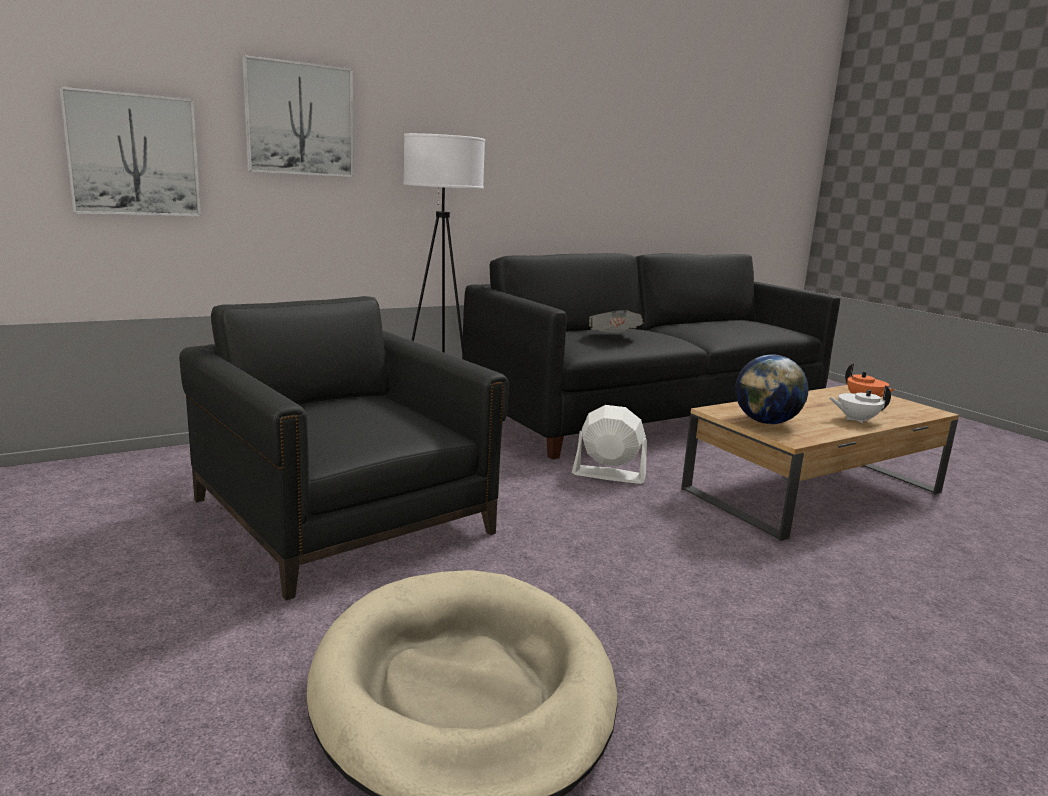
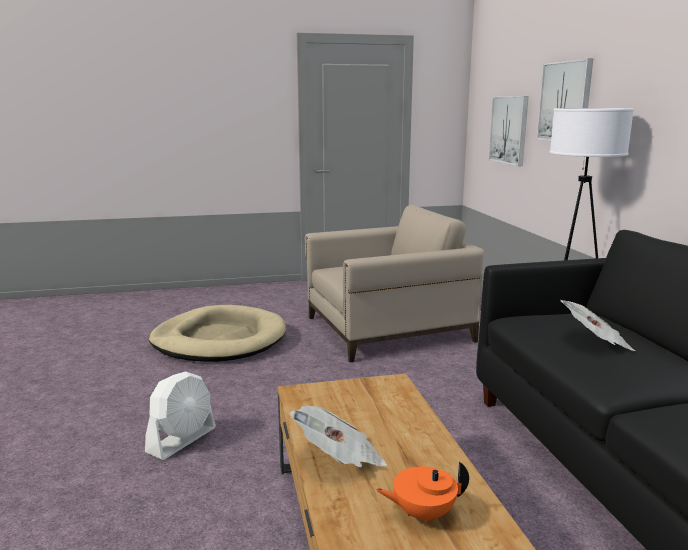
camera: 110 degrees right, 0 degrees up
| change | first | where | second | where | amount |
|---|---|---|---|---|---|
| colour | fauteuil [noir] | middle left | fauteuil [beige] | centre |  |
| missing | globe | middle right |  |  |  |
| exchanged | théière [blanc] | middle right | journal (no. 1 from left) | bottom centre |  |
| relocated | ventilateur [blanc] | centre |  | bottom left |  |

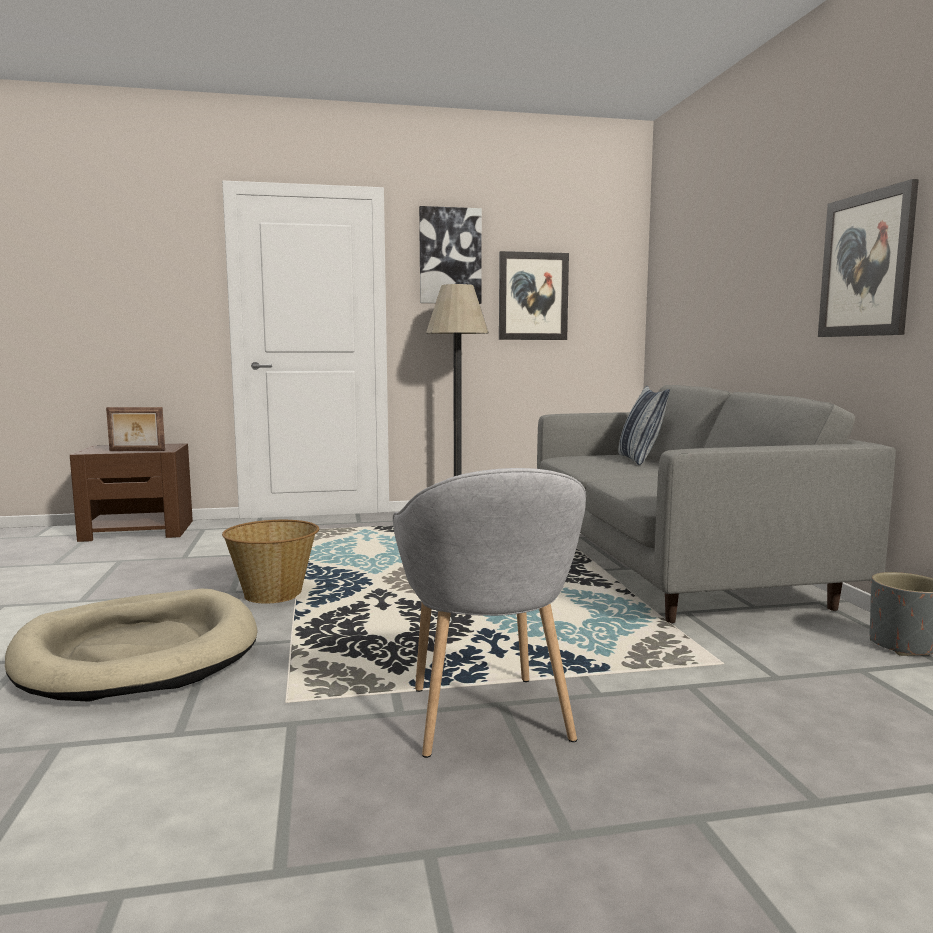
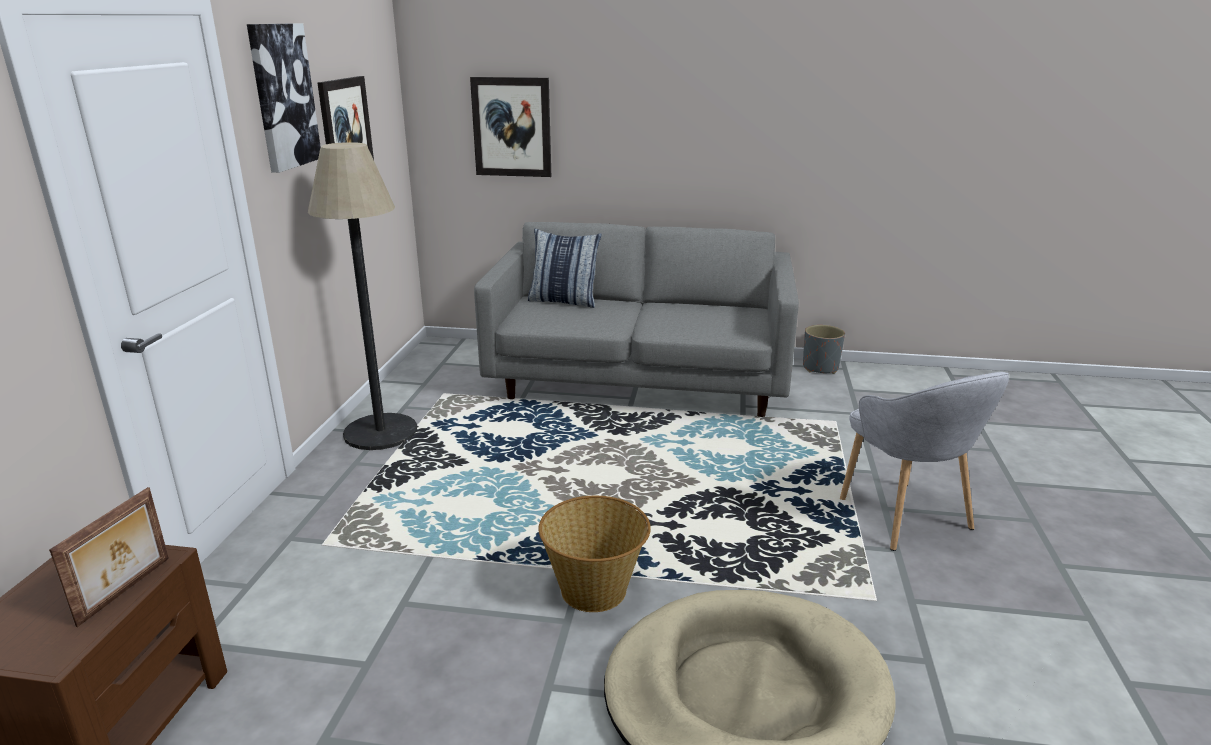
camera: 70 degrees left, 15 degrees up
| change | first | where | second | where | amount |
|---|---|---|---|---|---|
| relocated | tableau (no. 3 from left) | top right |  | top centre |  |
| spun | fauteuil [gris] | centre |  | middle right | 60 degrees clockwise |

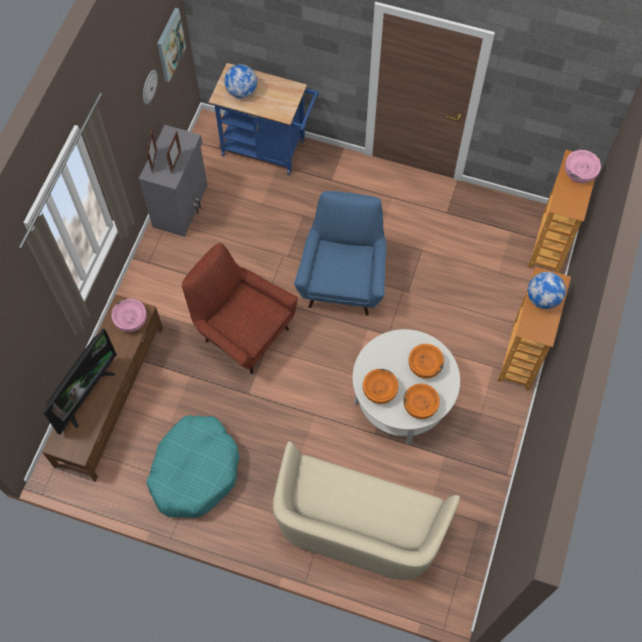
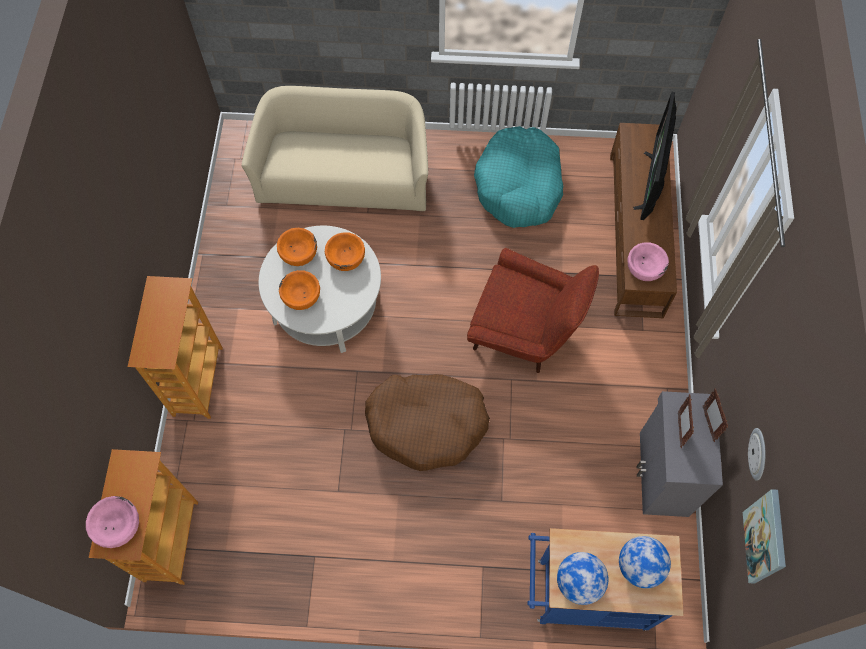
camera: 165 degrees right, 0 degrees up
| change | first | where | second | where | amount |
|---|---|---|---|---|---|
| exchanged | fauteuil [bleu] | centre | panier pour chien [marron] | centre |  |
| relocated | globe (no. 2 from left in the first image) | middle right | globe (no. 1 from left) | bottom right |  |

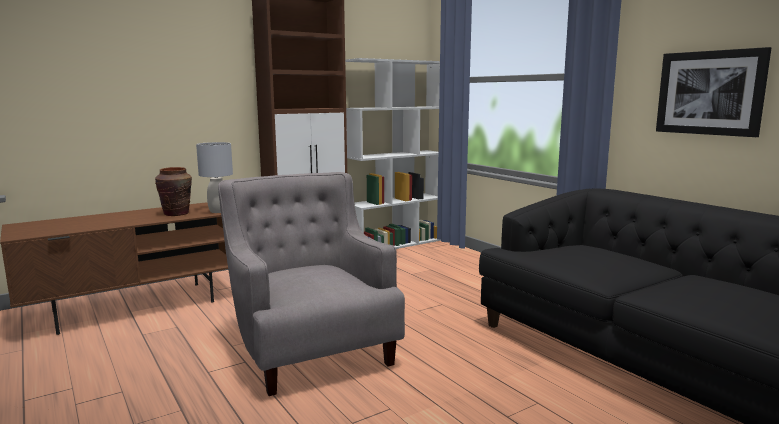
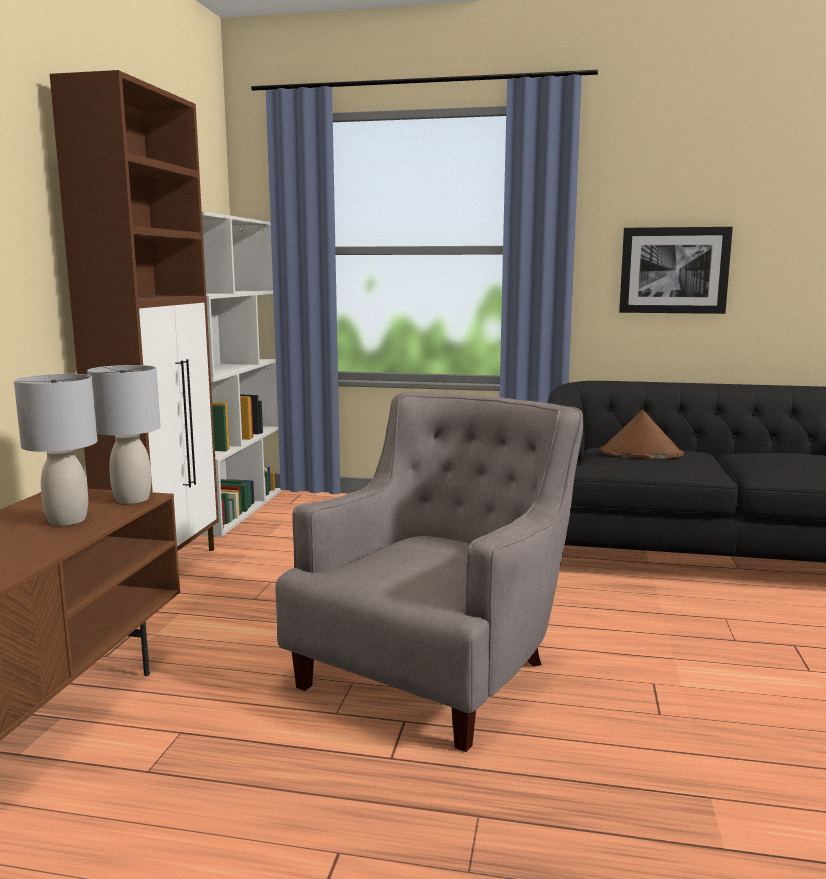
camera: 45 degrees left, 0 degrees up
| change | first | where | second | where | amount |
|---|---|---|---|---|---|
| exchanged | vase [marron] | middle left | lampe de table [gris] (no. 1 from left) | middle left |  |
| spun | fauteuil [gris] | bottom centre |  | centre | 105 degrees clockwise |
| appeared |  |  | chapeau [marron] | middle right |  |

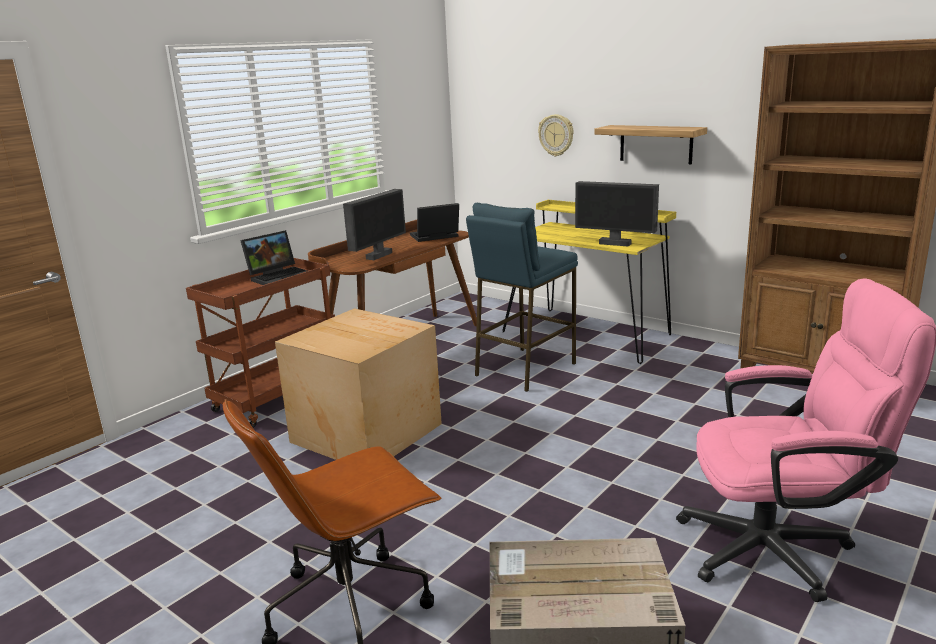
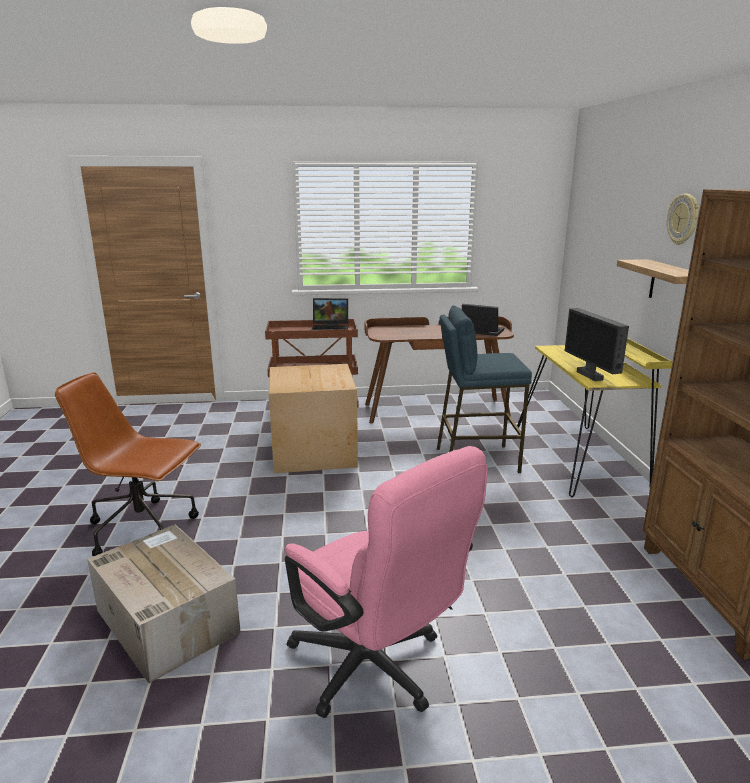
camera: 45 degrees right, 0 degrees up
| change | first | where | second | where | amount |
|---|---|---|---|---|---|
| relocated | horloge murale | top centre |  | top right |  |
| missing | écran d'ordinateur (no. 1 from left) | centre |  |  |  |

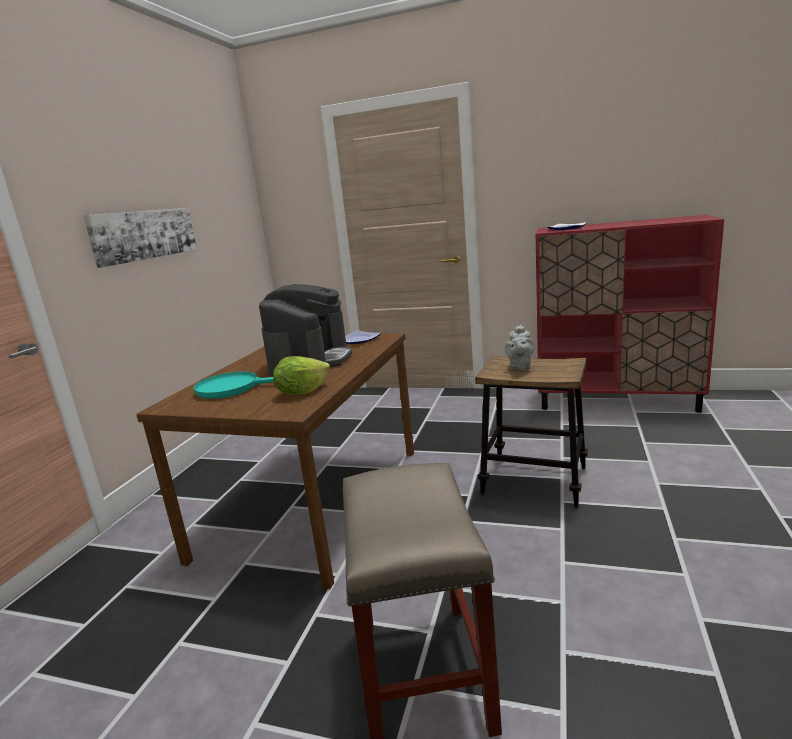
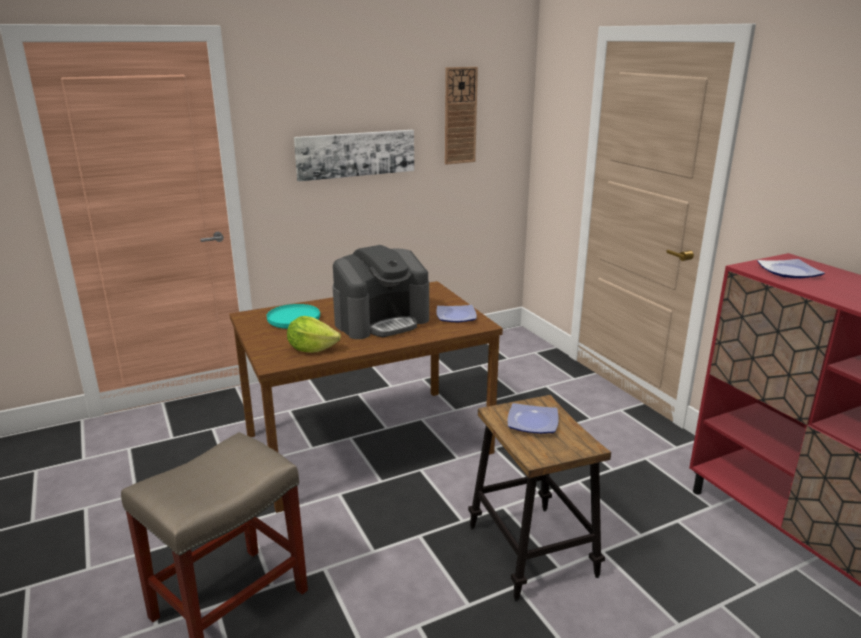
camera: 45 degrees right, 5 degrees up
| change | first | where | second | where | amount |
|---|---|---|---|---|---|
| exchanged | théière [gris] | centre | assiette (no. 2 from left) | centre |  |
| appeared |  |  | horloge murale | top centre |  |

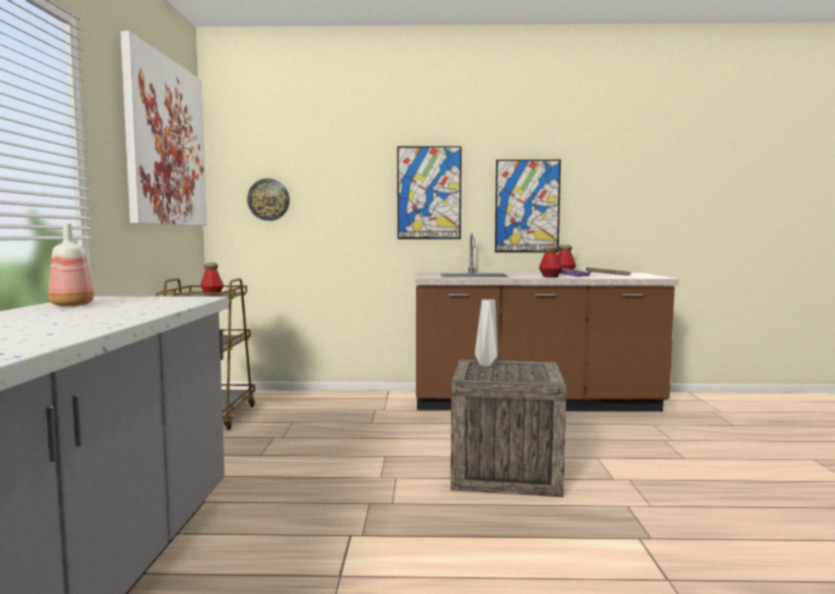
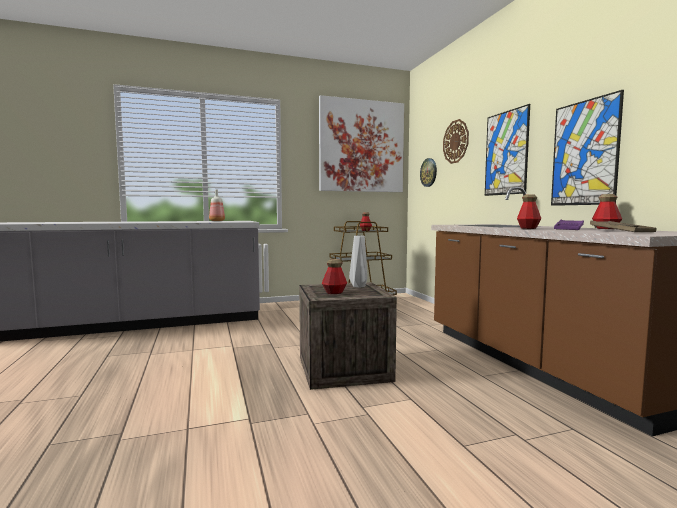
camera: 70 degrees right, 0 degrees up
| change | first | where | second | where | amount |
|---|---|---|---|---|---|
| appeared |  |  | horloge murale (no. 2 from left) | top right |  |
| appeared |  |  | bouteille (no. 2 from left) | centre |  |

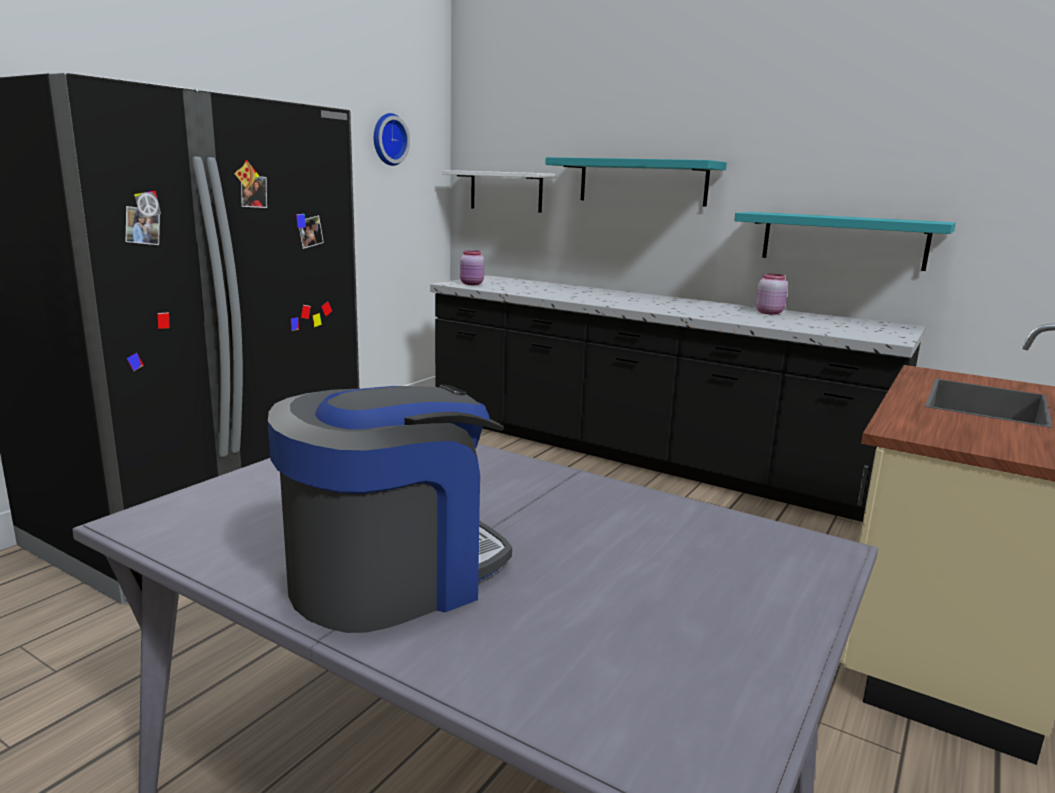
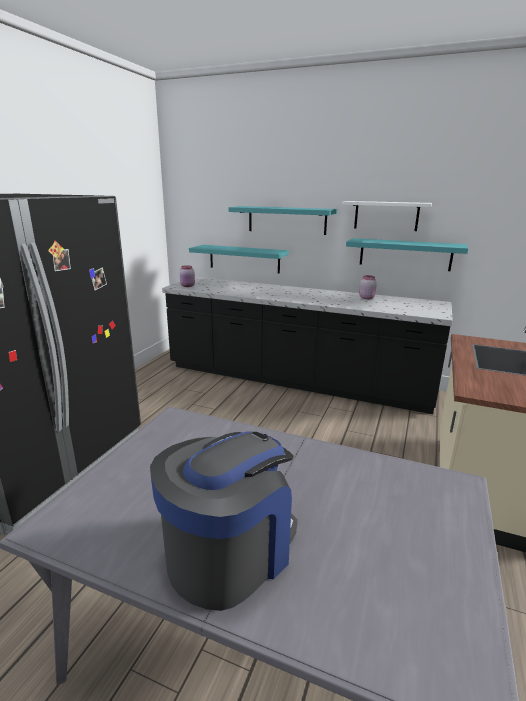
camera: 10 degrees left, 5 degrees up
| change | first | where | second | where | amount |
|---|---|---|---|---|---|
| missing | horloge murale | top centre |  |  |  |
| relocated | étagère [blanc] | top centre |  | top right |  |
| appeared |  |  | étagère [turquoise] (no. 1 from left) | centre |  |

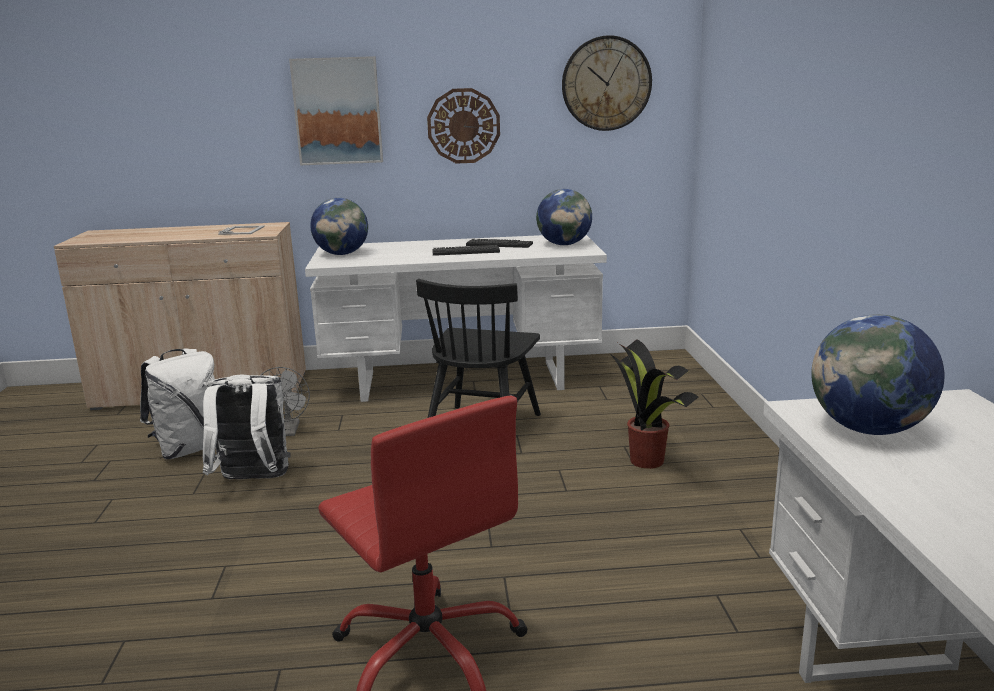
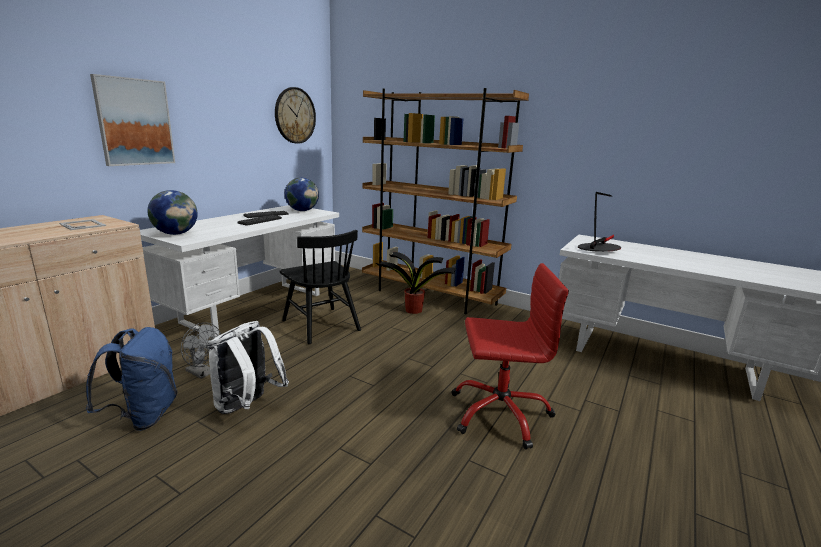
camera: 55 degrees left, 0 degrees up
| change | first | where | second | where | amount |
|---|---|---|---|---|---|
| missing | horloge murale (no. 1 from left) | top centre |  |  |  |
| exchanged | globe (no. 3 from left) | middle right | lampe de table | middle right |  |
| colour | sac à dos [blanc] (no. 1 from left) | middle left | sac à dos [bleu] | bottom left |  |
| appeared |  |  | bibliothèque [marron] | centre |  |

